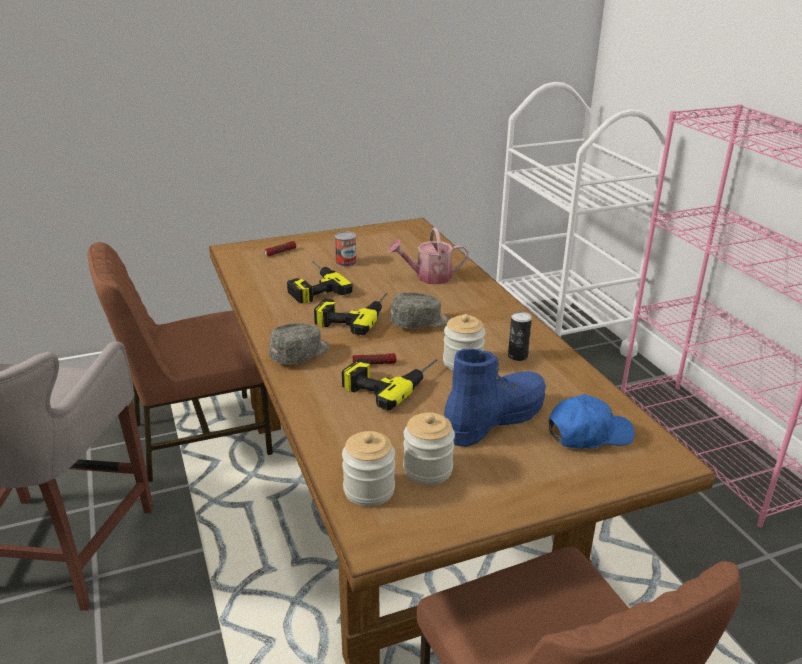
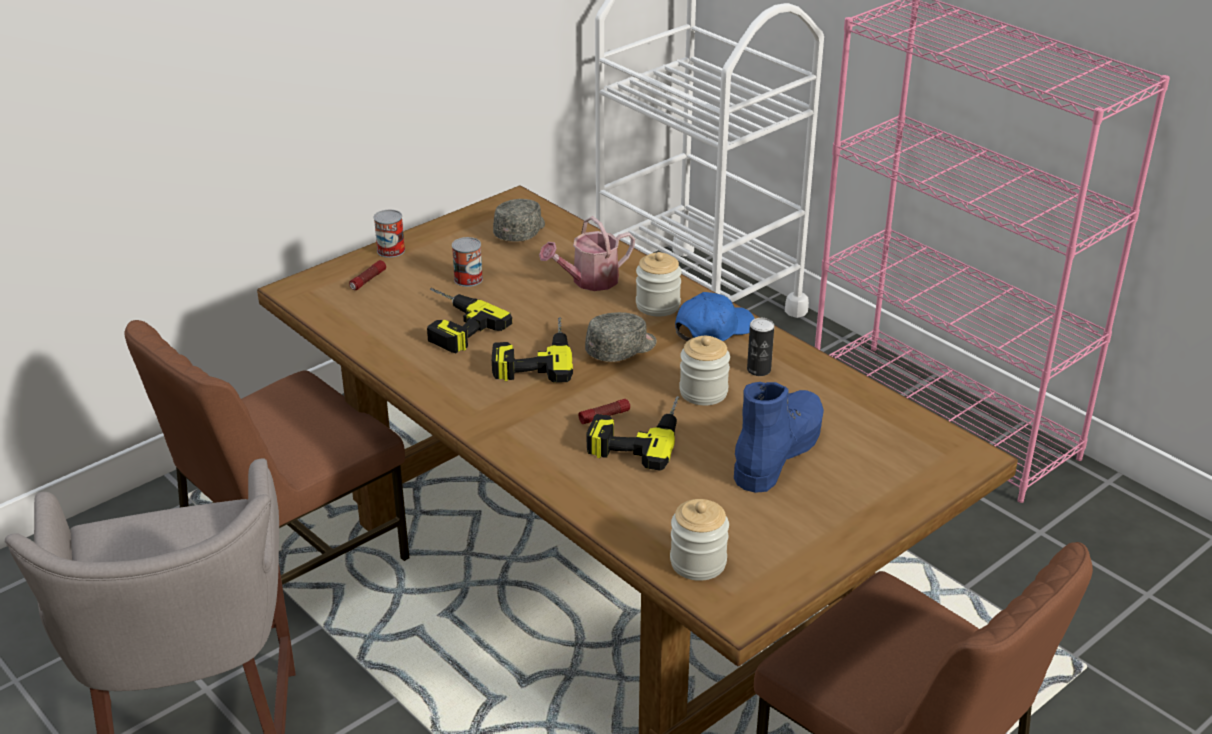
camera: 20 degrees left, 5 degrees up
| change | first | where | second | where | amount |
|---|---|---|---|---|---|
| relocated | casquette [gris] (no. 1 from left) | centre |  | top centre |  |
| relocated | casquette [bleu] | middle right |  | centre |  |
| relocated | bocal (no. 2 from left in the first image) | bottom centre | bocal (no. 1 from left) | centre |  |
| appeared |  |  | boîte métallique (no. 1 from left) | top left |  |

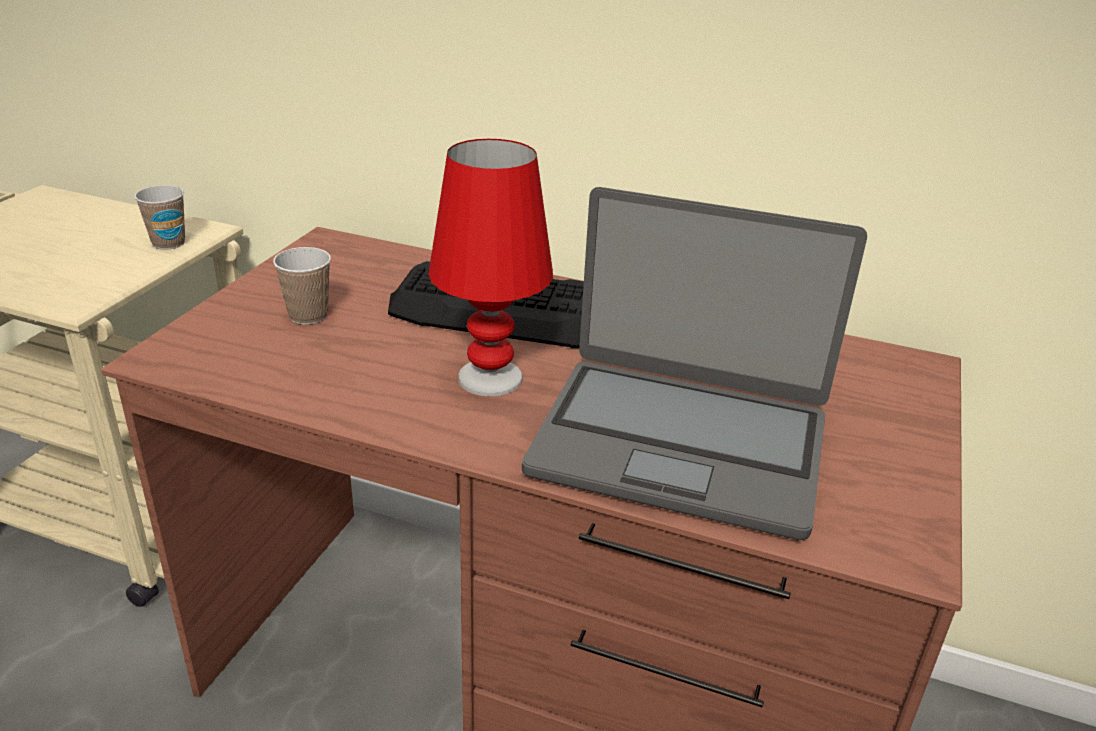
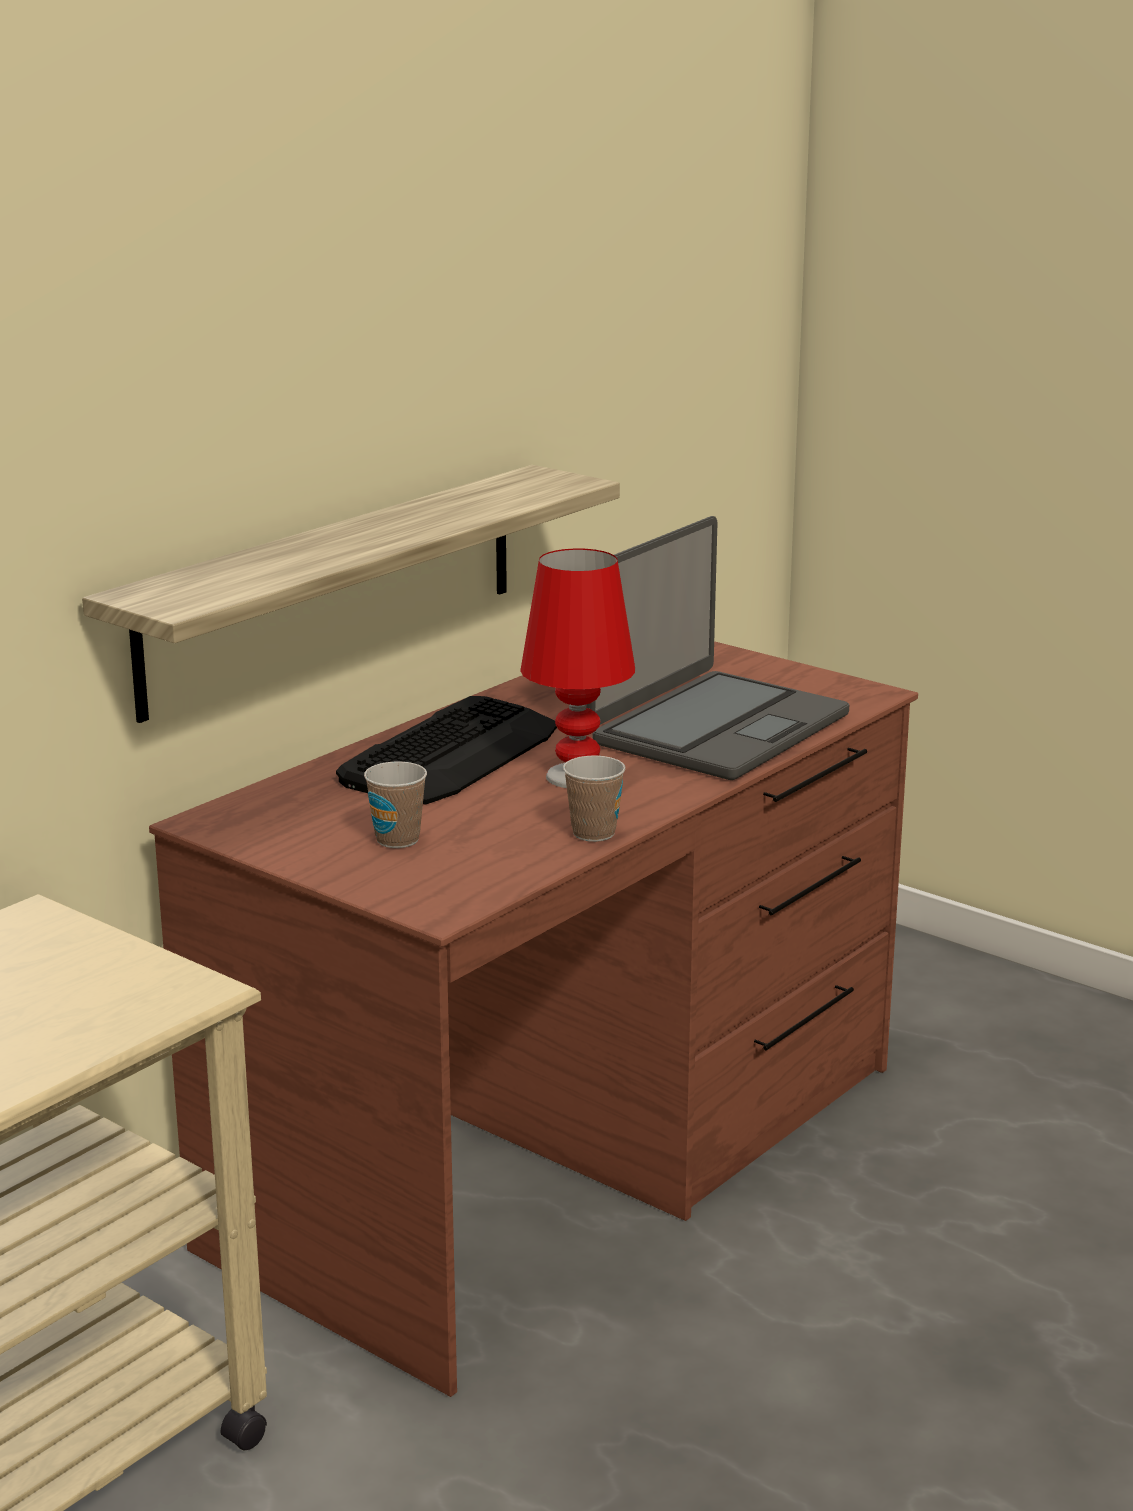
camera: 70 degrees left, 10 degrees down
| change | first | where | second | where | amount |
|---|---|---|---|---|---|
| relocated | tasse (no. 1 from left in the first image) | top left | tasse (no. 2 from left) | centre |  |
| appeared |  |  | étagère | middle left |  |

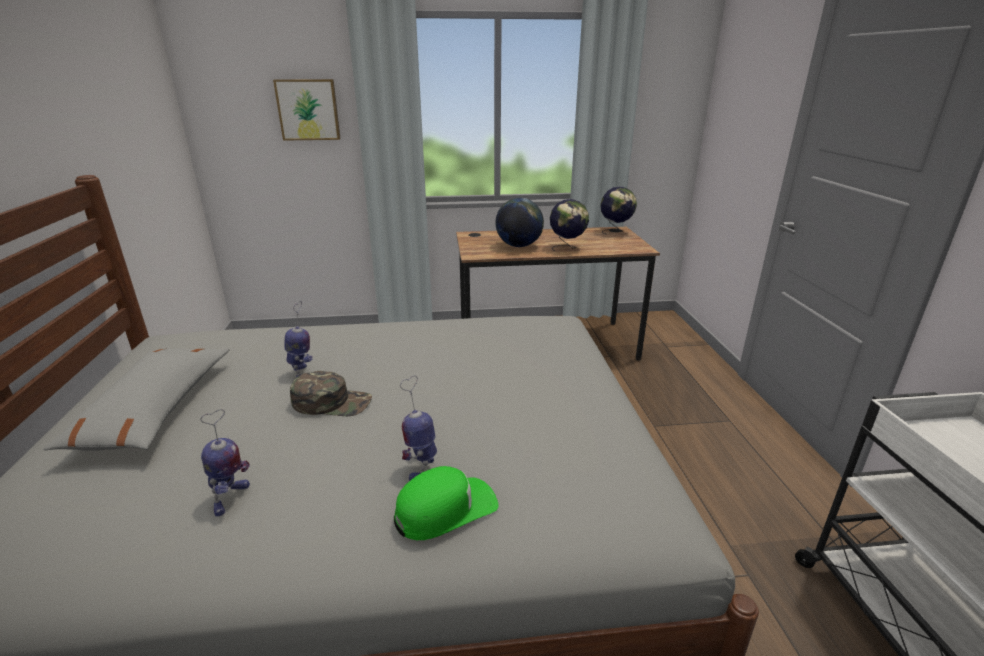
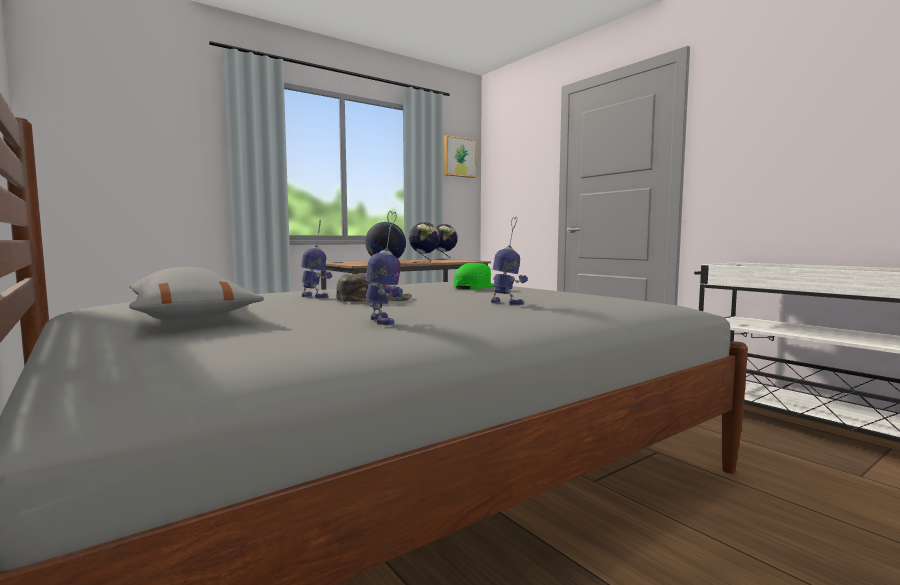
camera: 30 degrees left, 20 degrees down
| change | first | where | second | where | amount |
|---|---|---|---|---|---|
| relocated | tableau | top left |  | top centre |  |
| spun | robot jouet (no. 3 from left) | centre |  | centre | 150 degrees clockwise |
| relocated | casquette [vert] (no. 2 from left) | bottom centre |  | centre |  |

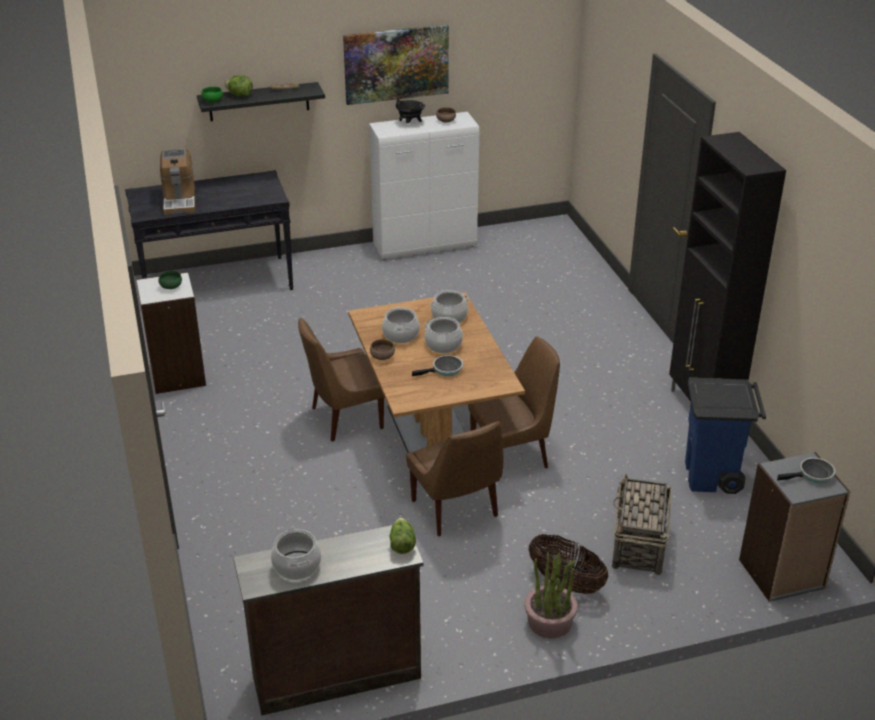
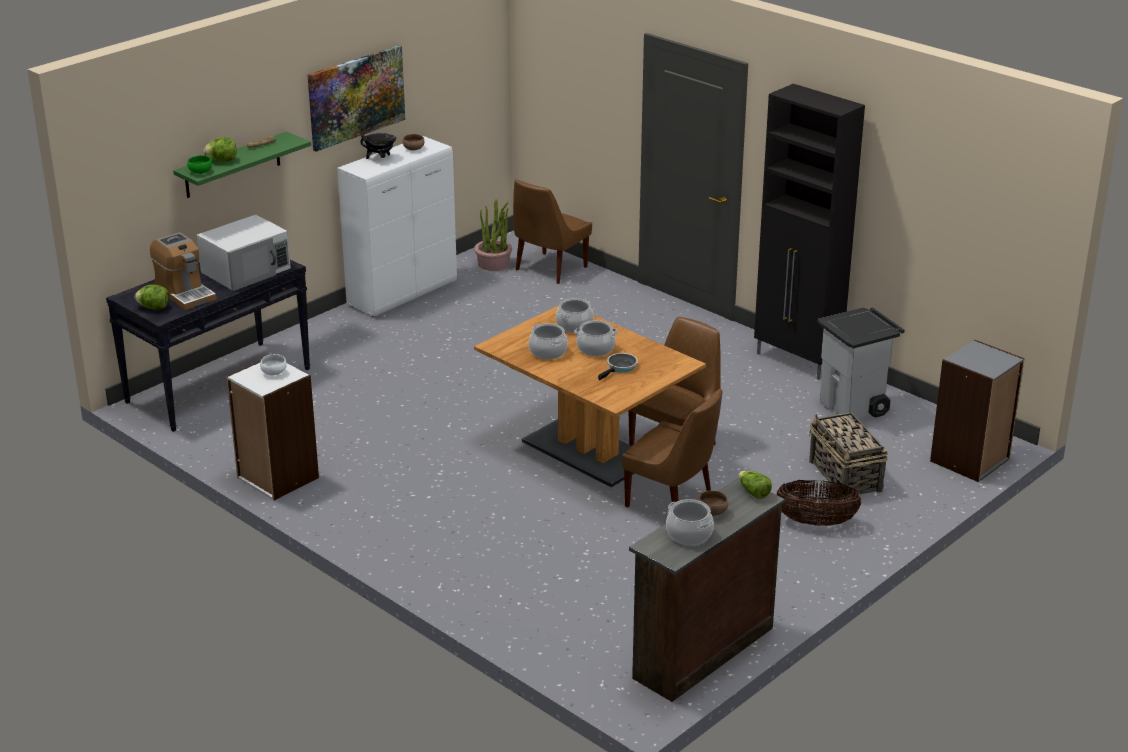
camera: 30 degrees left, 5 degrees down
| change | first | where | second | where | amount |
|---|---|---|---|---|---|
| colour | étagère [noir] | top left | étagère [vert] | top left |  |
| colour | bol [vert] (no. 1 from left) | middle left | bol [blanc] | middle left |  |
| relocated | chaise [marron] (no. 1 from left) | centre |  | top centre |  |
| relocated | bol [marron] (no. 1 from left in the first image) | centre | bol [marron] (no. 2 from left) | bottom centre |  |
| colour | poubelle [bleu] | middle right | poubelle [gris] | middle right |  |
| missing | poêle (no. 2 from left) | middle right |  |  |  |
| relocated | plante en pot | bottom centre |  | top centre |  |
| appeared |  |  | micro-ondes [blanc] | middle left |  |
| appeared |  |  | laitue (no. 1 from left) | middle left |  |

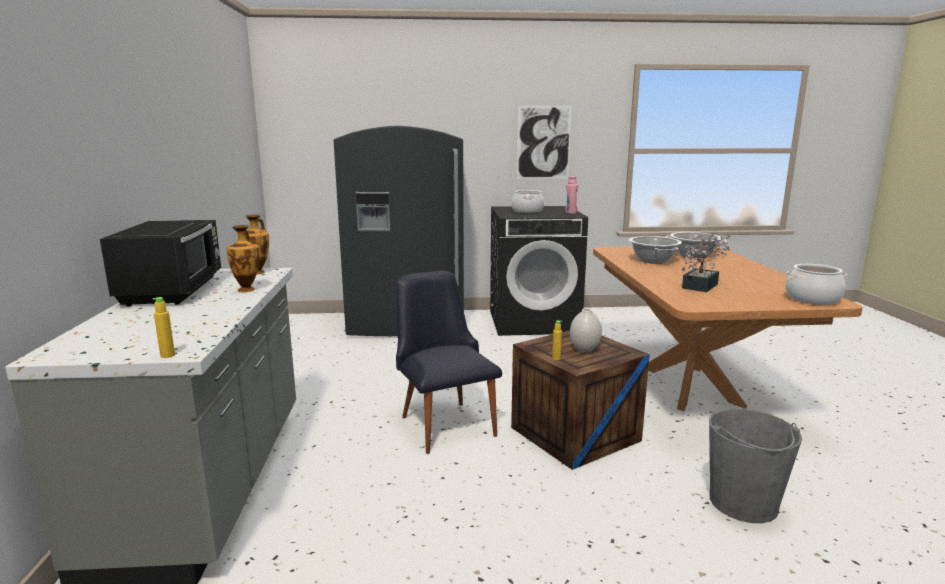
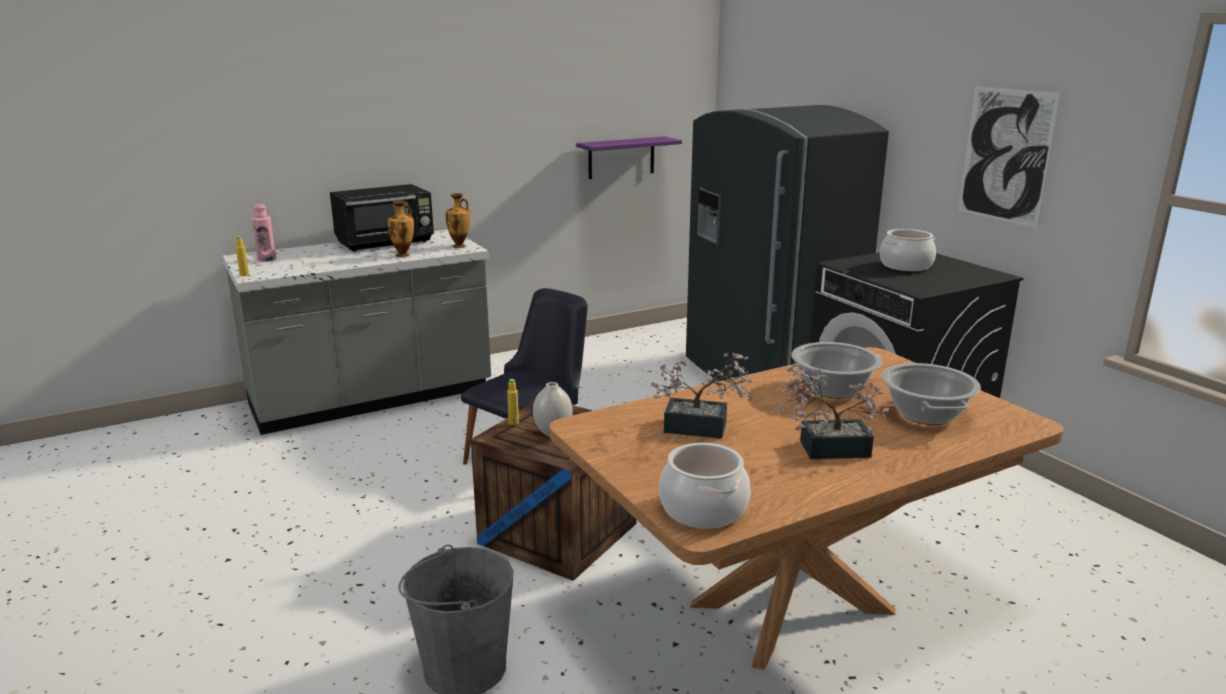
camera: 65 degrees right, 5 degrees up
| change | first | where | second | where | amount |
|---|---|---|---|---|---|
| relocated | bouteille [rose] | top centre |  | middle left |  |
| appeared |  |  | étagère [violet] | top centre |  |
| appeared |  |  | plante en pot (no. 2 from left) | middle right |  |

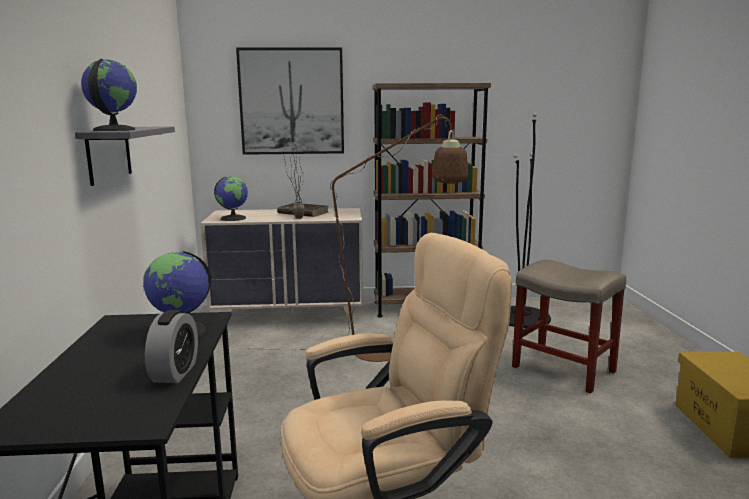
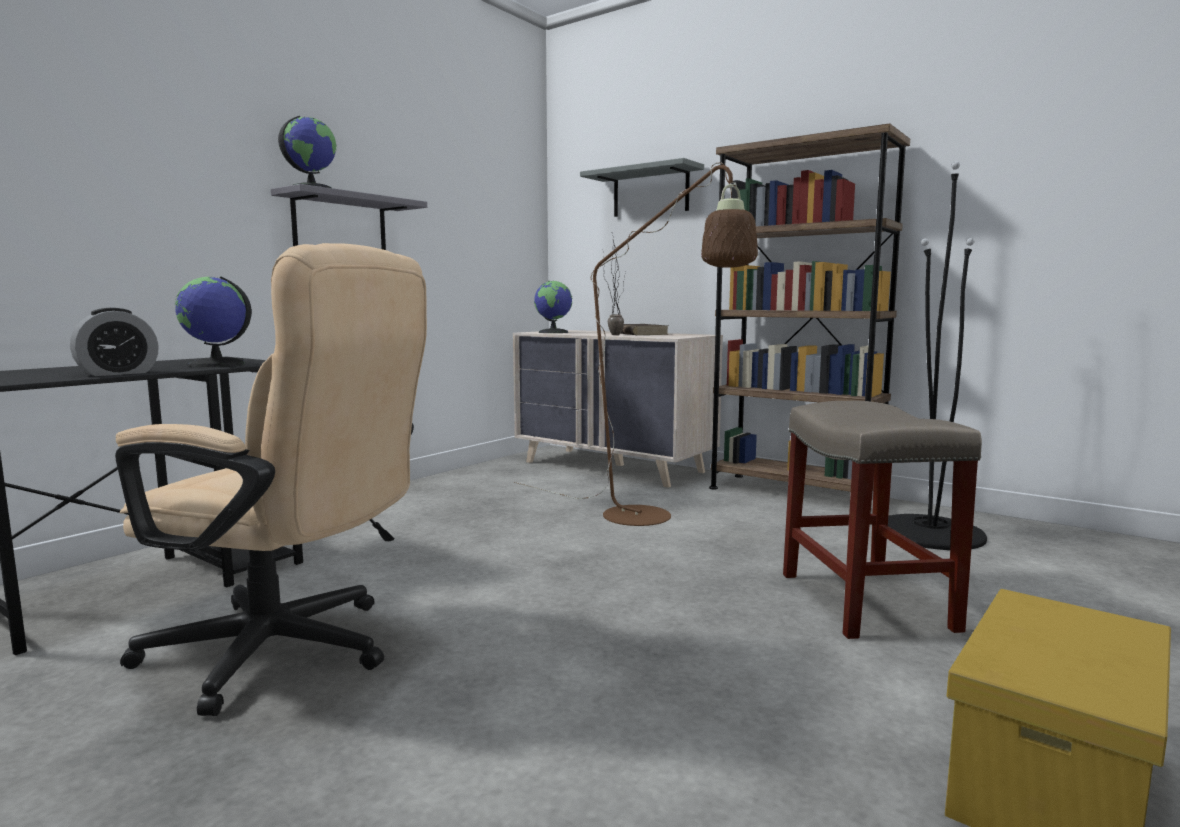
camera: 40 degrees right, 5 degrees down
| change | first | where | second | where | amount |
|---|---|---|---|---|---|
| exchanged | tableau | top centre | étagère [gris] (no. 2 from left) | top centre |  |

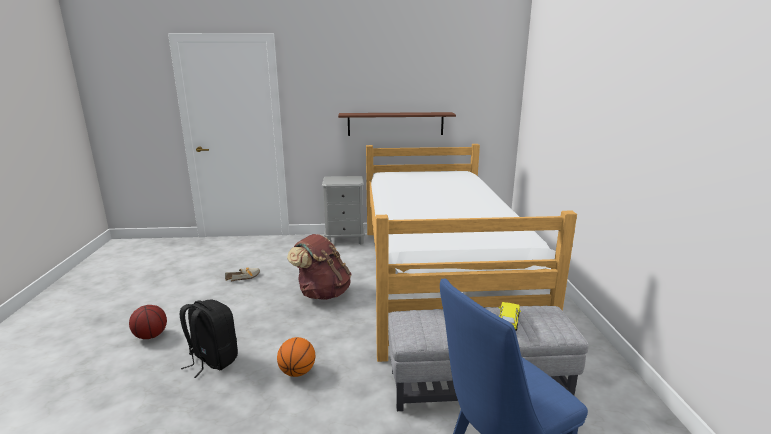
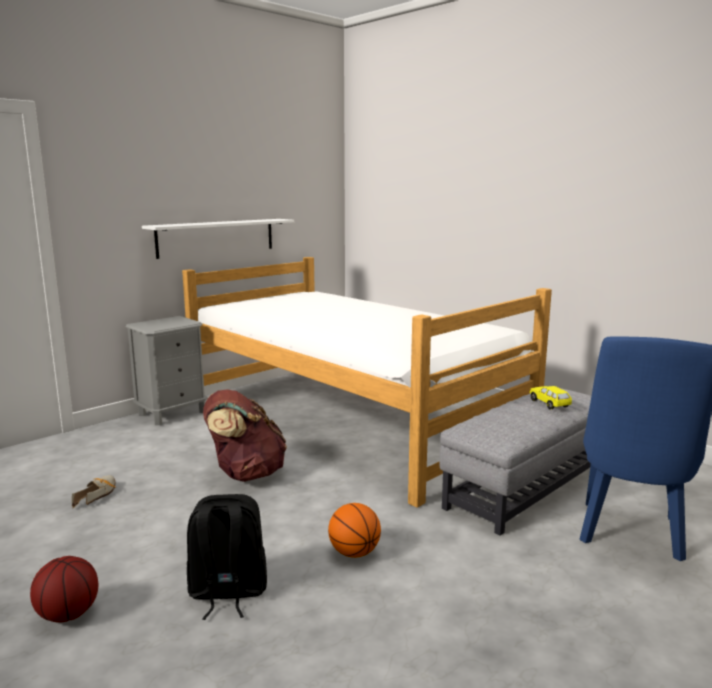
camera: 40 degrees left, 5 degrees down
| change | first | where | second | where | amount |
|---|---|---|---|---|---|
| colour | étagère [marron] | top centre | étagère [blanc] | middle left |  |

